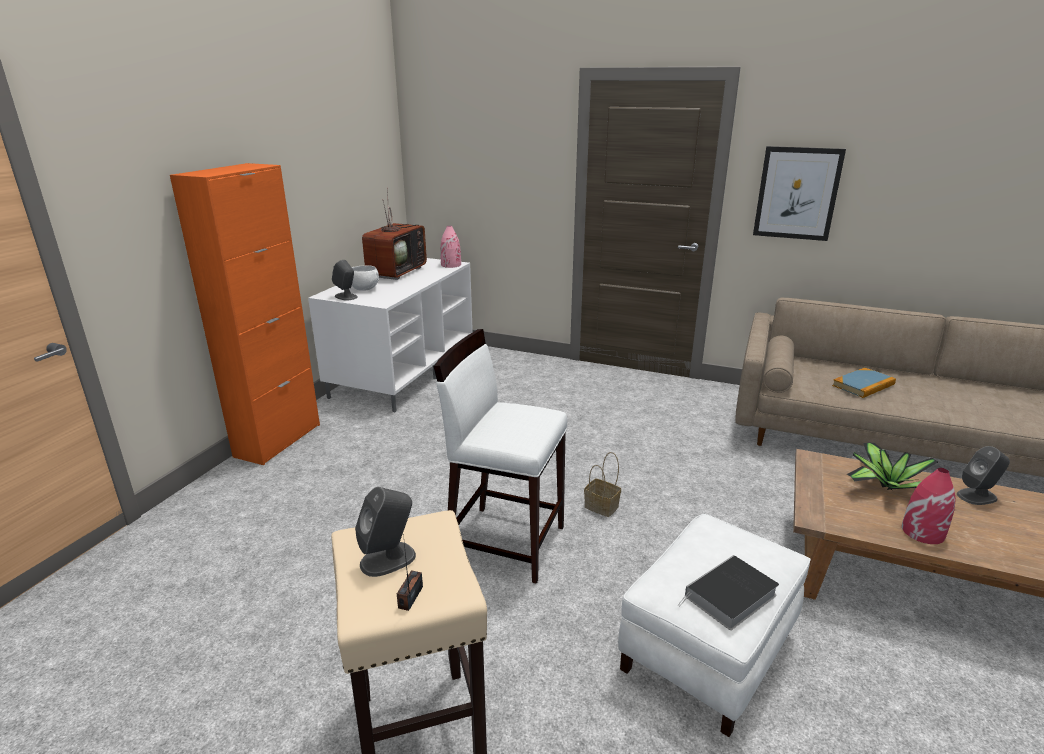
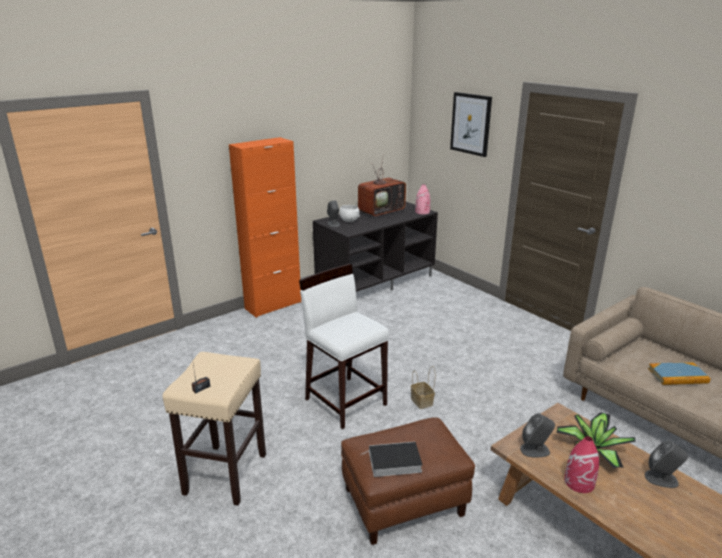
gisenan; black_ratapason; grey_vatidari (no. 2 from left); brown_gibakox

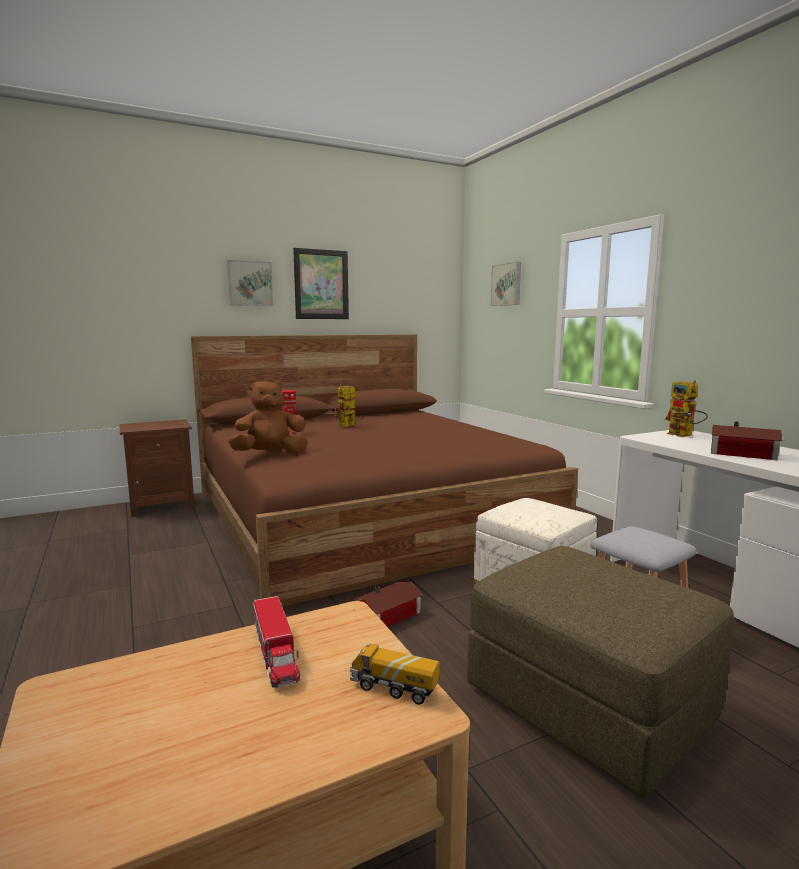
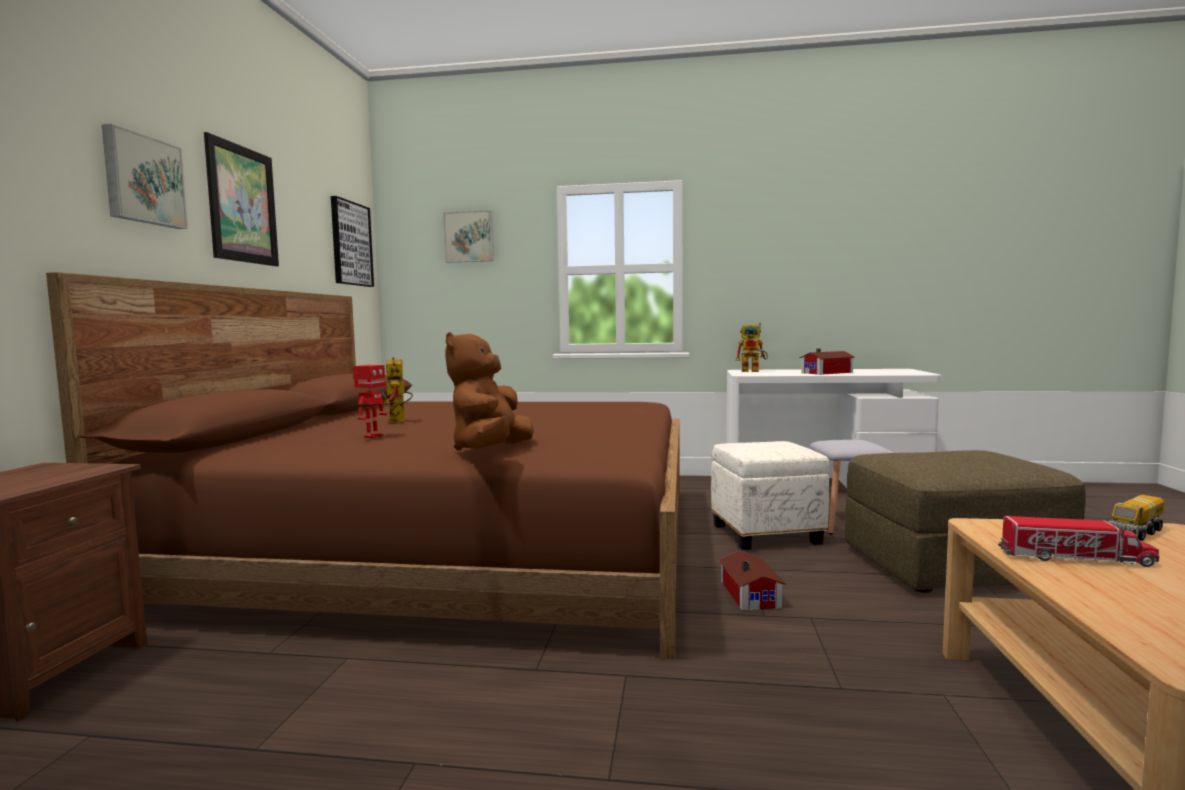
gisenan (no. 3 from left)

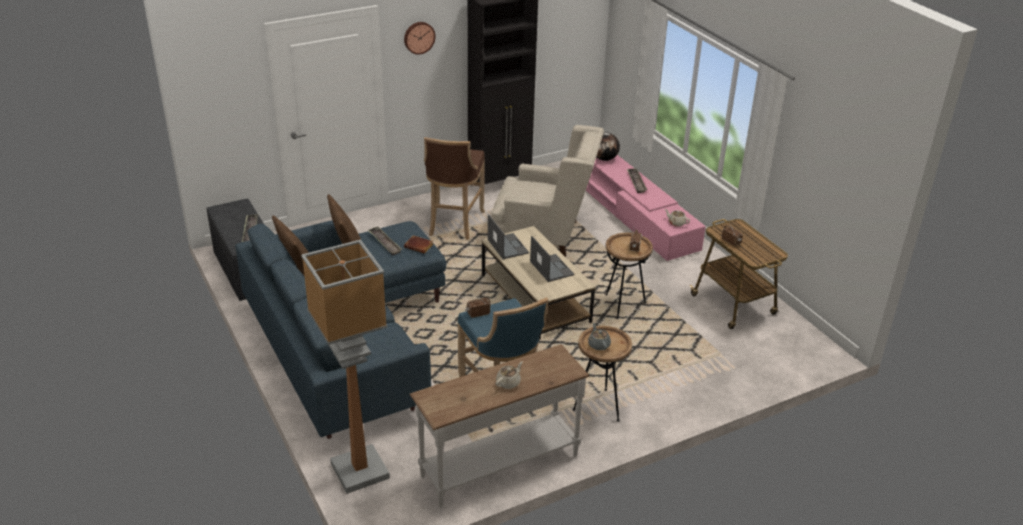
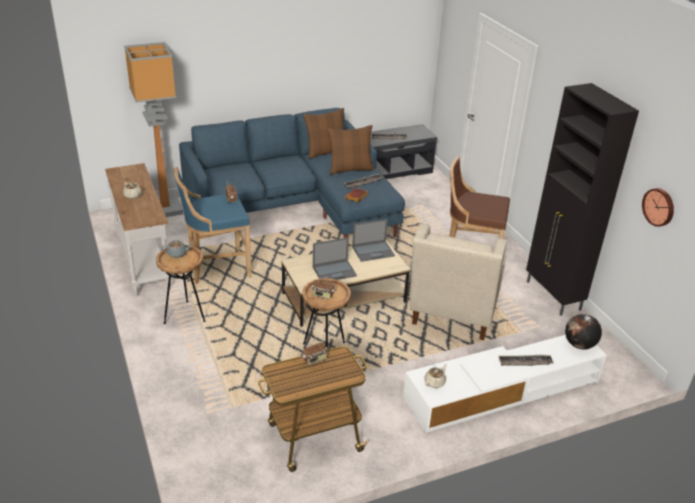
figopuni; white_ratapason

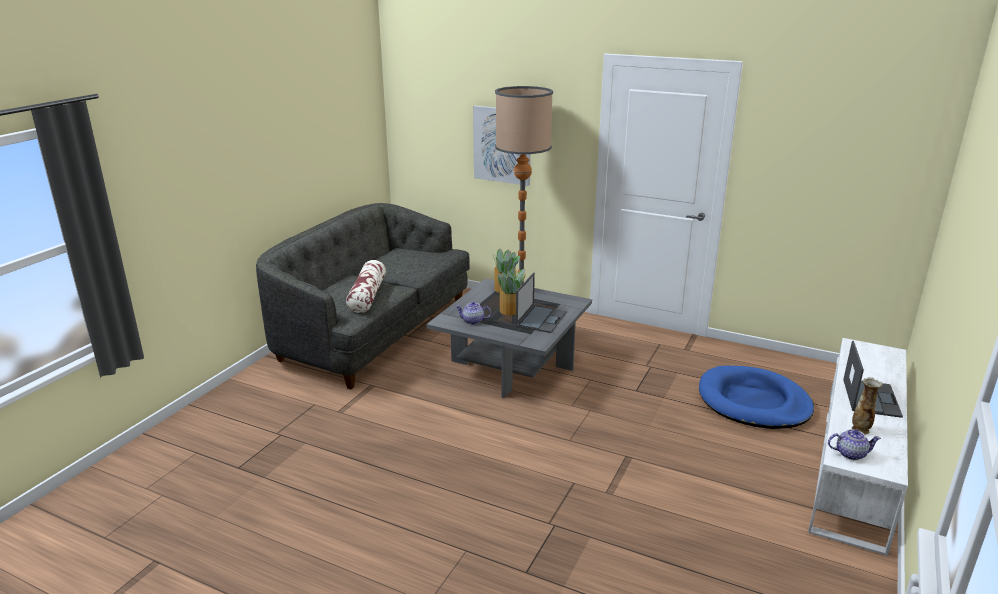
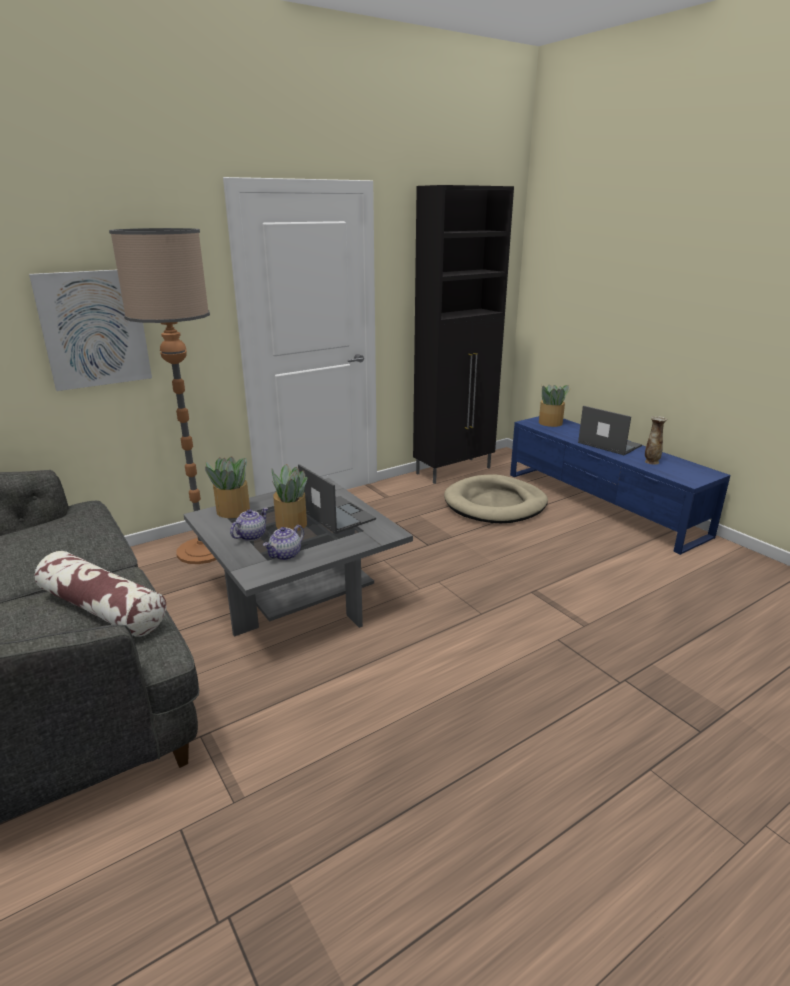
blue_ratapason; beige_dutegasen; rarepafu (no. 1 from left); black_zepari; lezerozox (no. 3 from left)

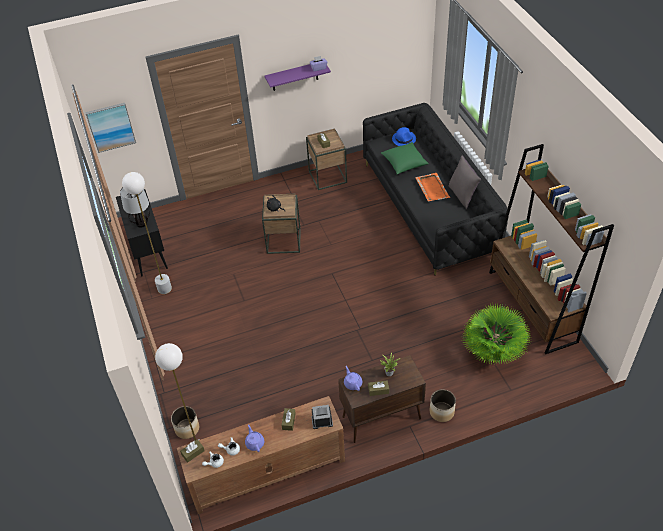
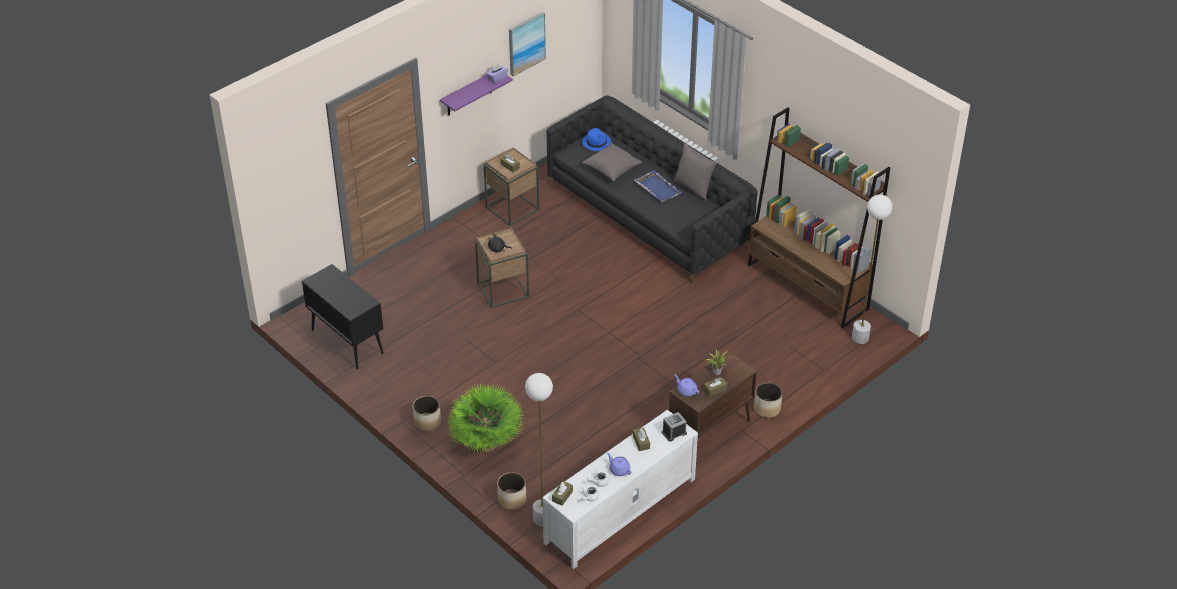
gisenan; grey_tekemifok (no. 1 from left); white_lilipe (no. 2 from left); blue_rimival; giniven; lezerozox (no. 1 from left); white_ratapason; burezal (no. 1 from left)

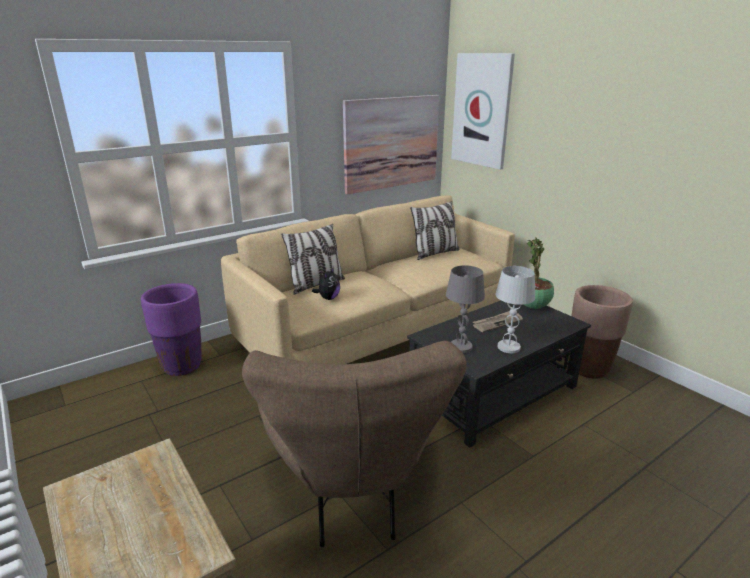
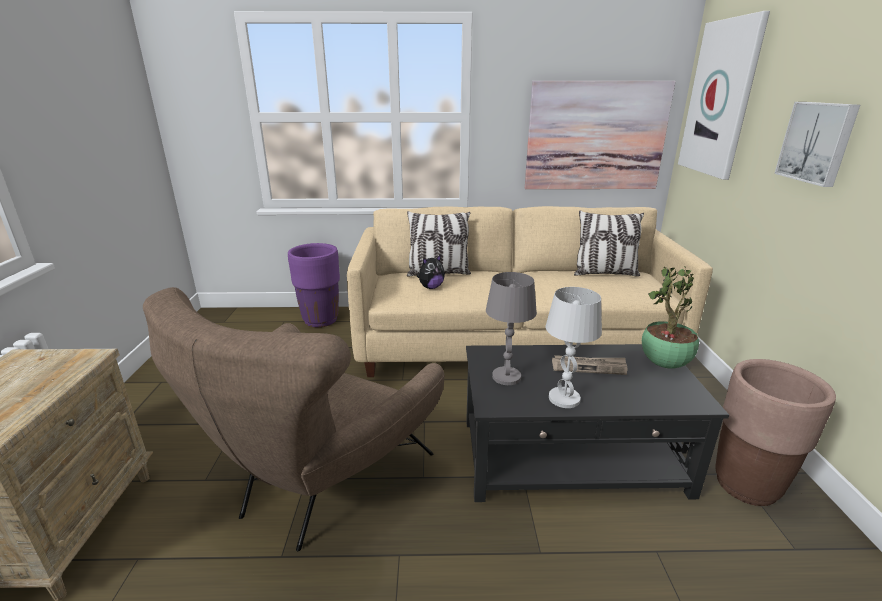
gisenan (no. 3 from left)

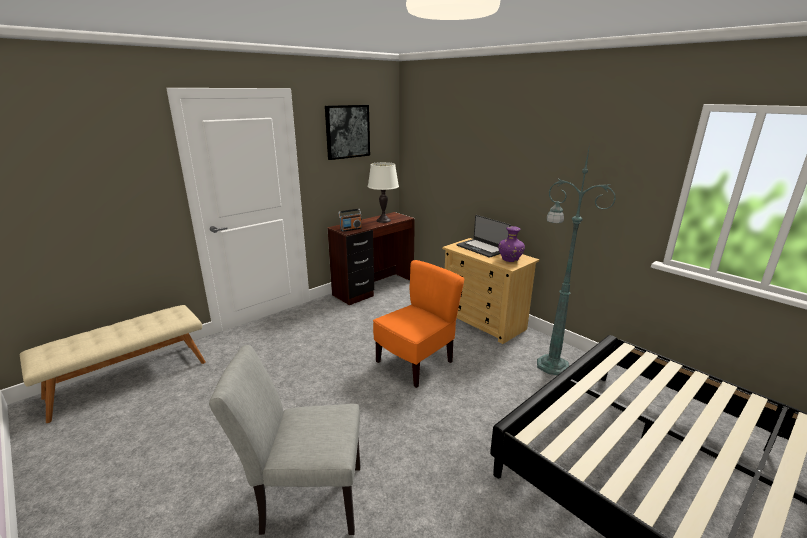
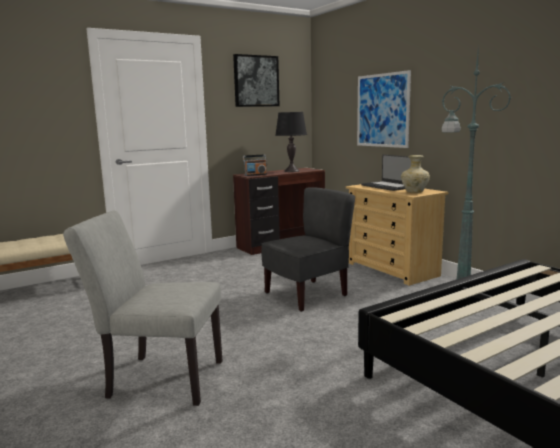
black_giniven; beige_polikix; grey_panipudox (no. 2 from left); gisenan (no. 2 from left)

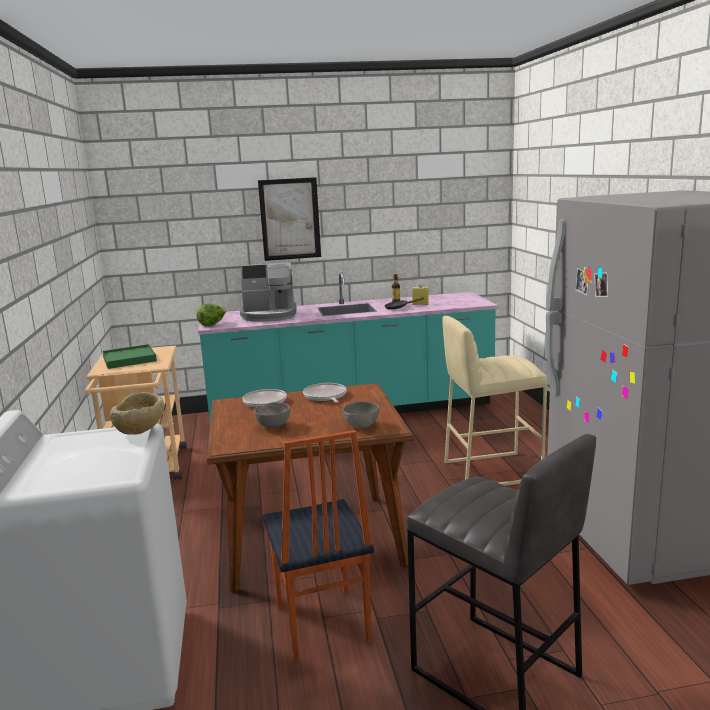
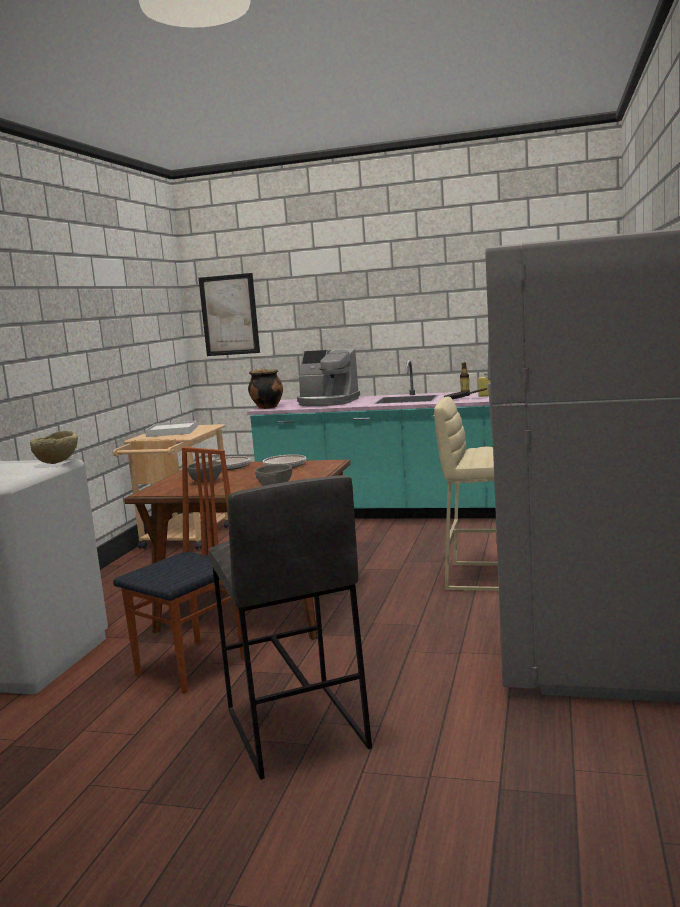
gisenan; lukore; white_rimival; panipudox

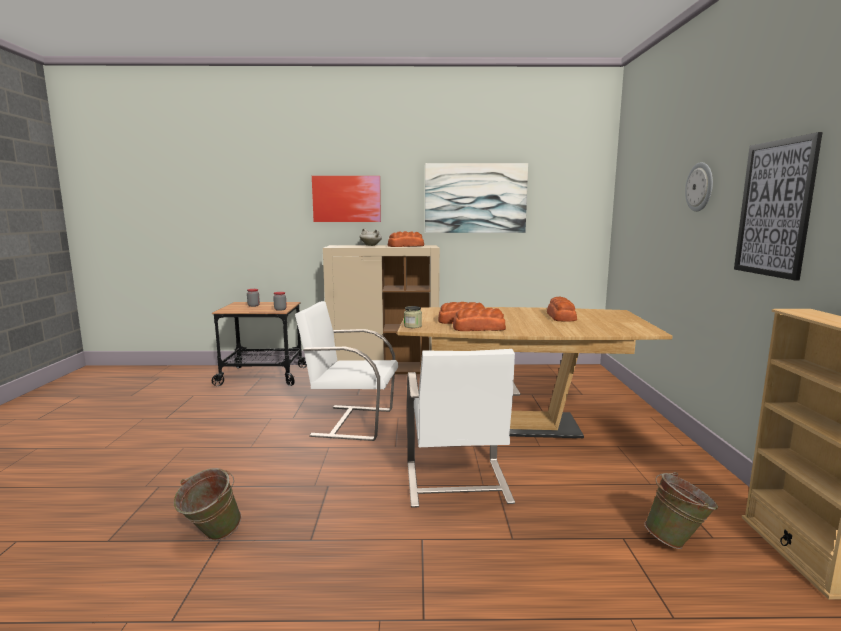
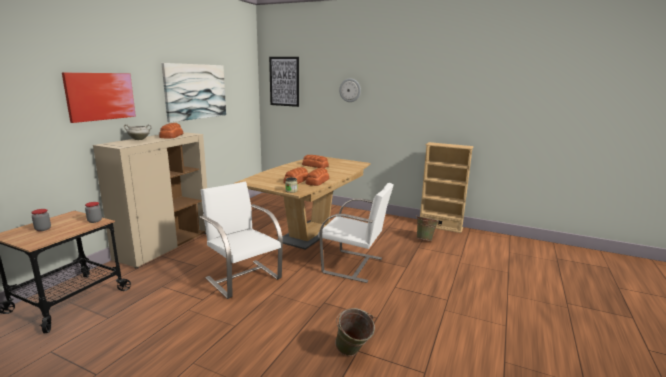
gisenan (no. 3 from left); white_panipudox (no. 1 from left)

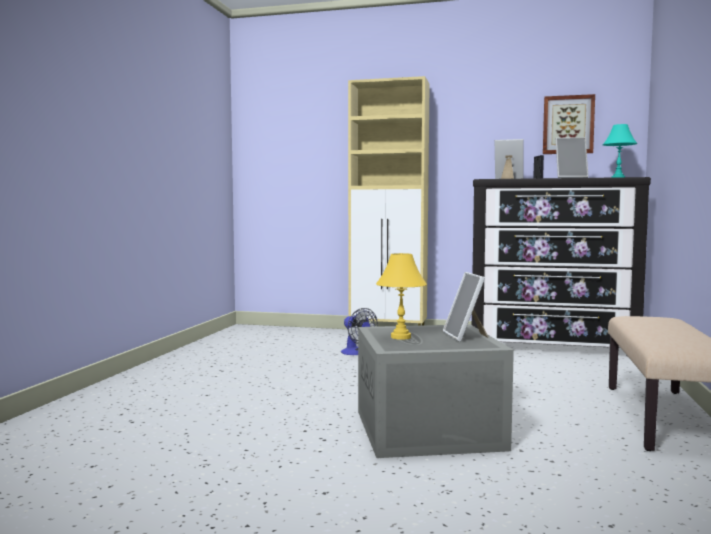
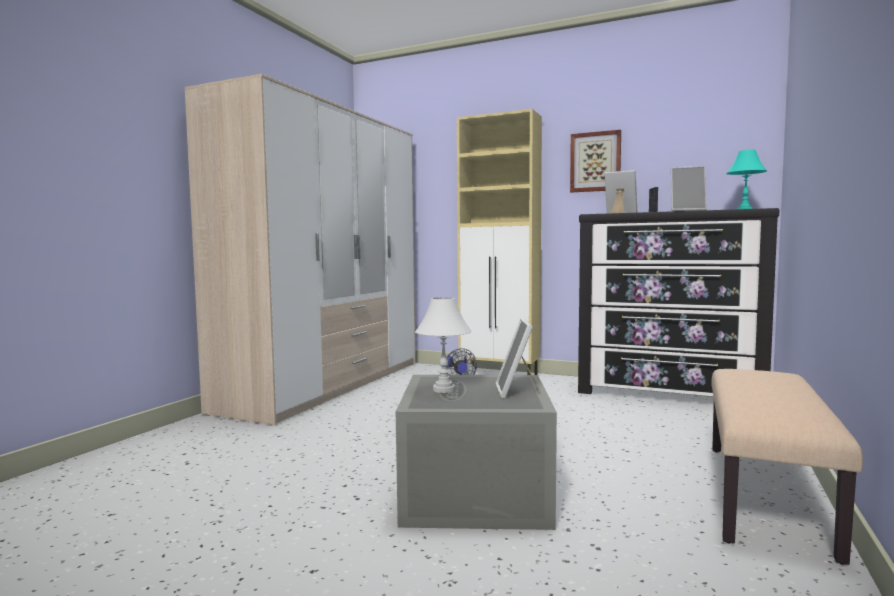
gisenan; white_giniven; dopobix

